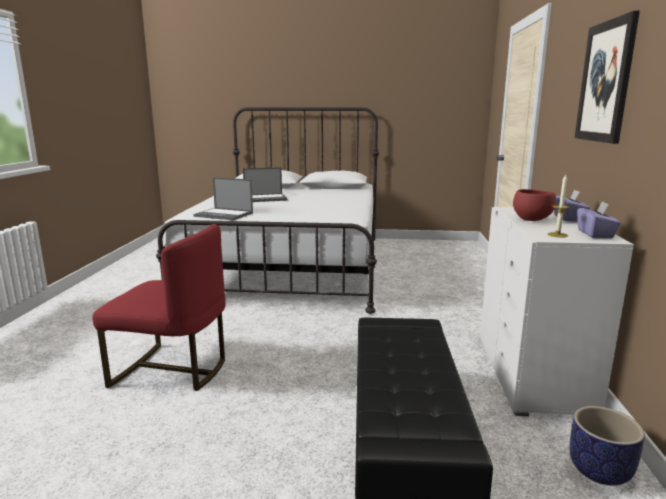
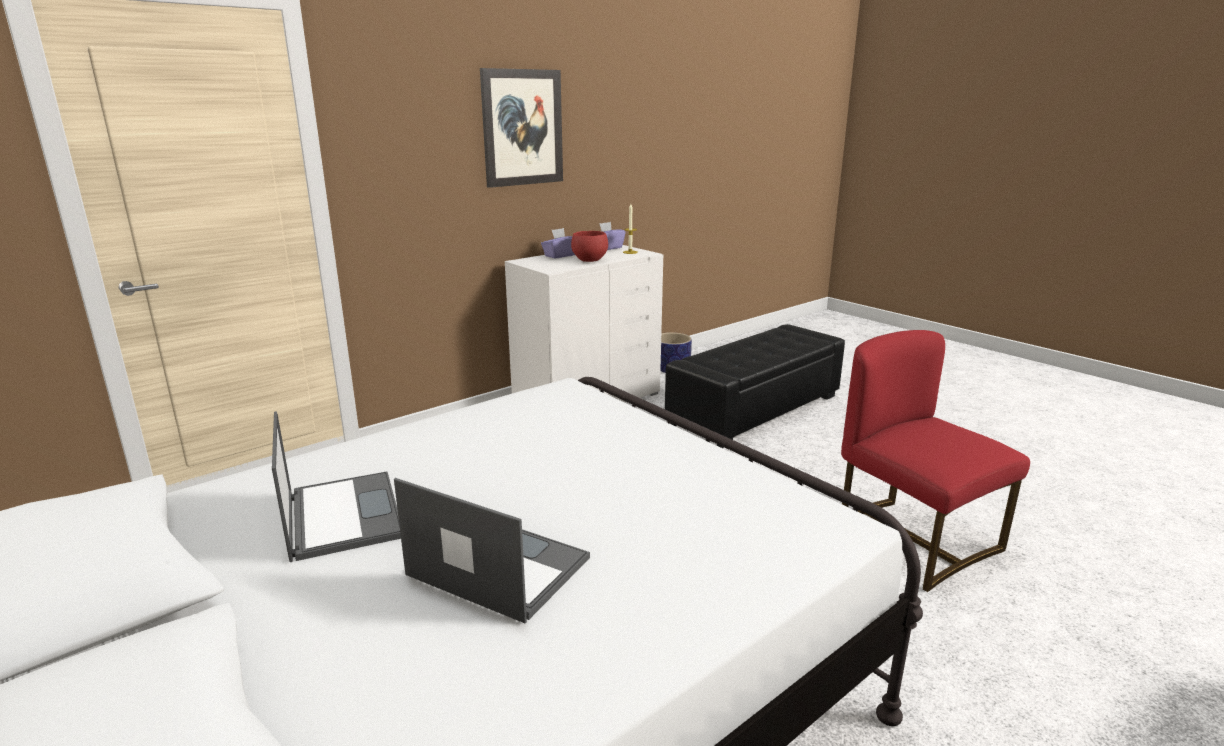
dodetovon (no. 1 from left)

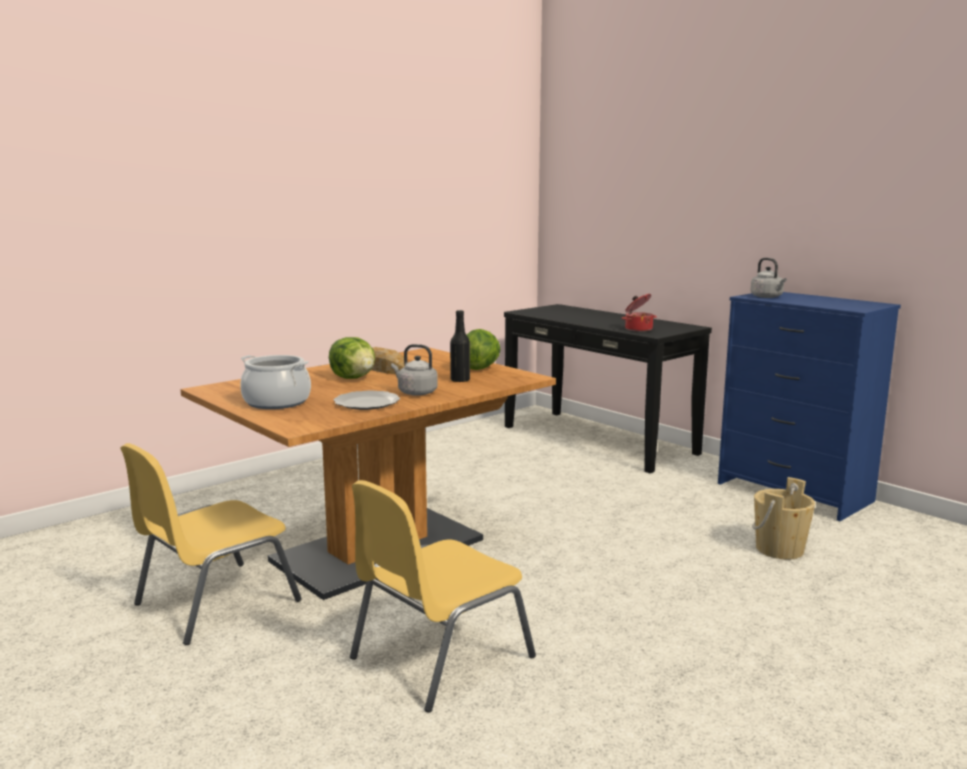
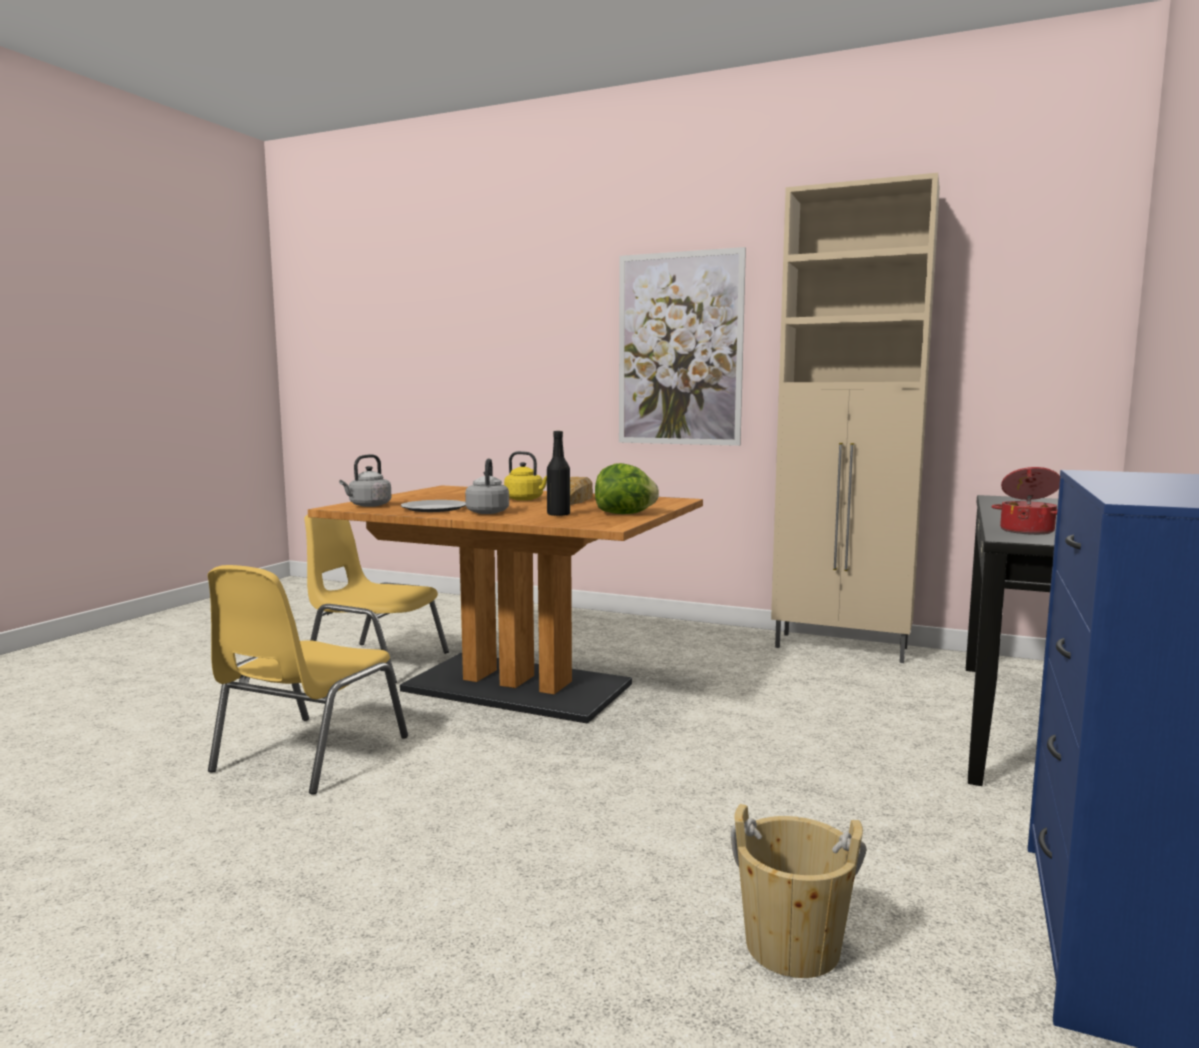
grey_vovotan (no. 1 from left); yellow_vovotan; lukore (no. 1 from left in the first image); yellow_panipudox (no. 1 from left); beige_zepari; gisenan

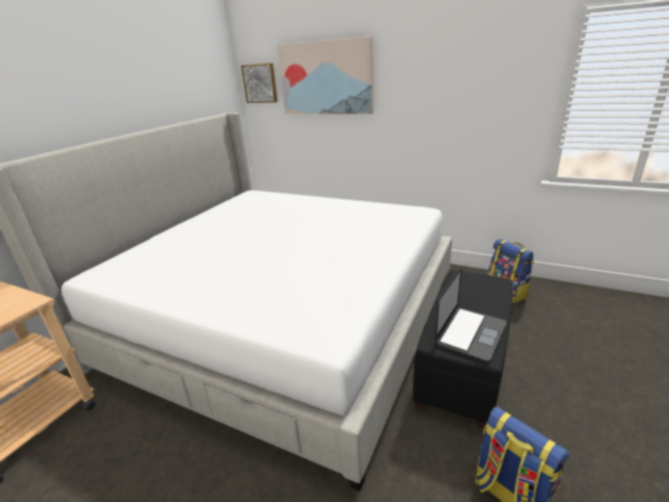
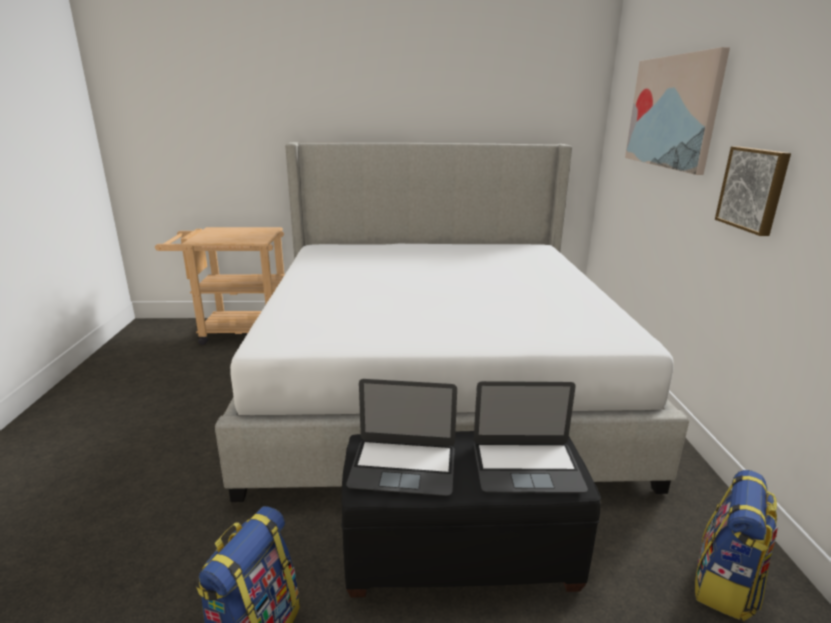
gisenan (no. 2 from left); dodetovon (no. 2 from left)

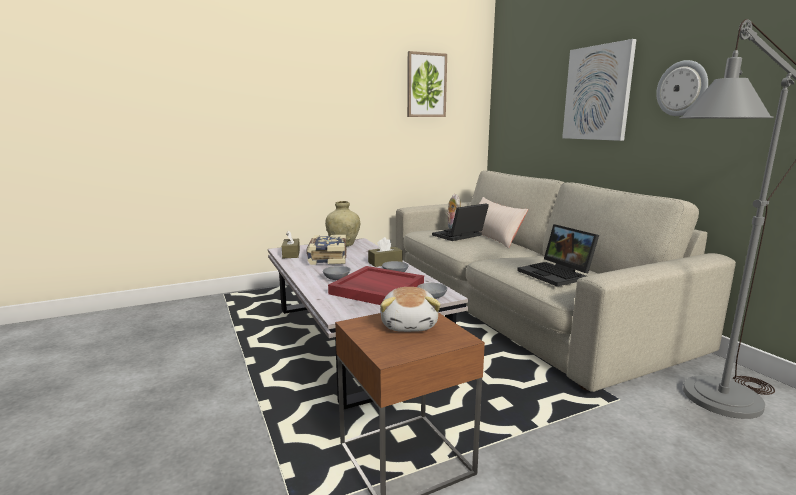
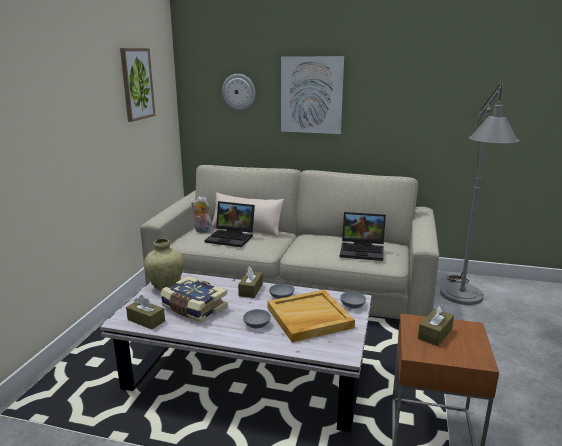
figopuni; dodetovon (no. 1 from left); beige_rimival; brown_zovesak (no. 3 from left)

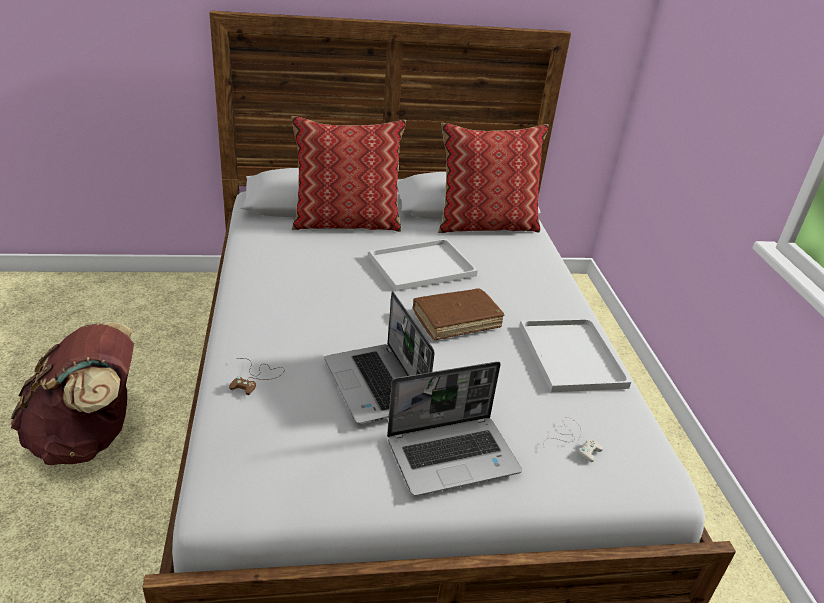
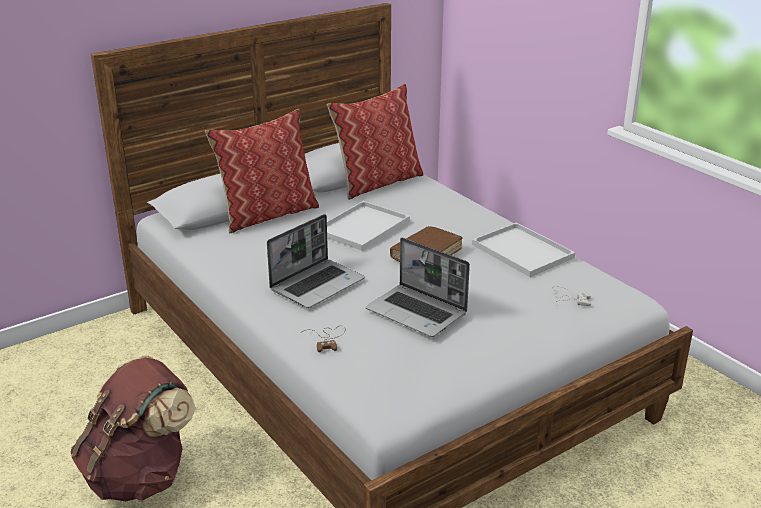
dodetovon (no. 1 from left)

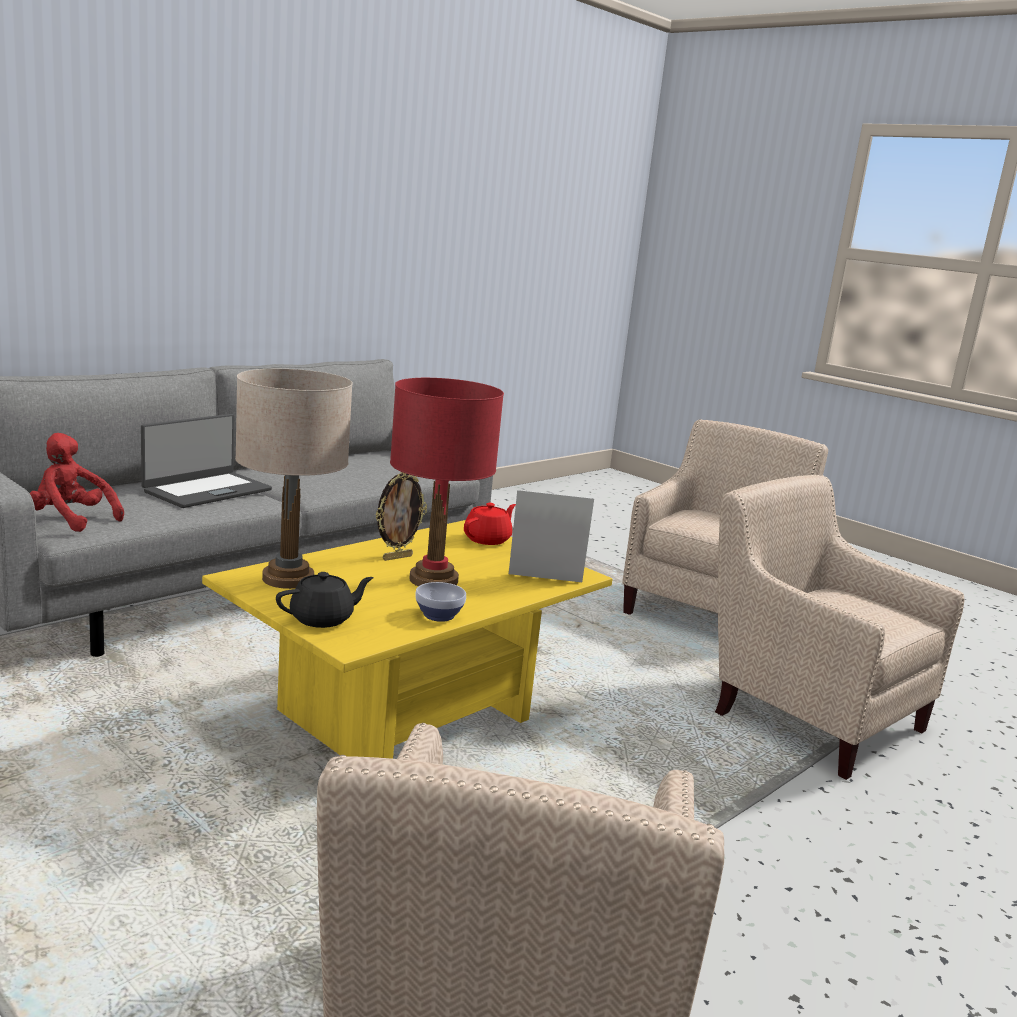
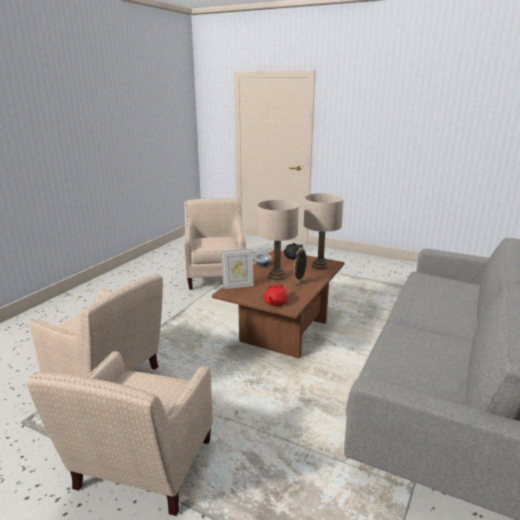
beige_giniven (no. 1 from left); dodetovon; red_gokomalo; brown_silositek

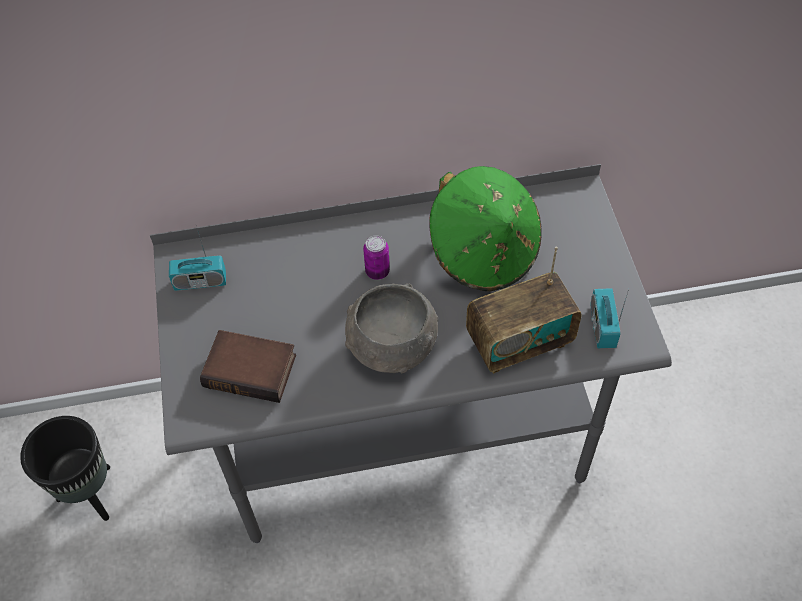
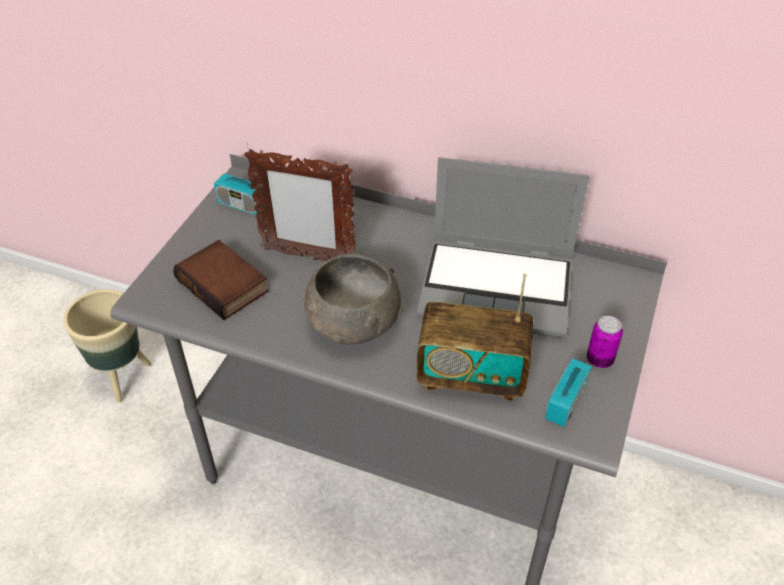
dodetovon; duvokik; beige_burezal; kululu

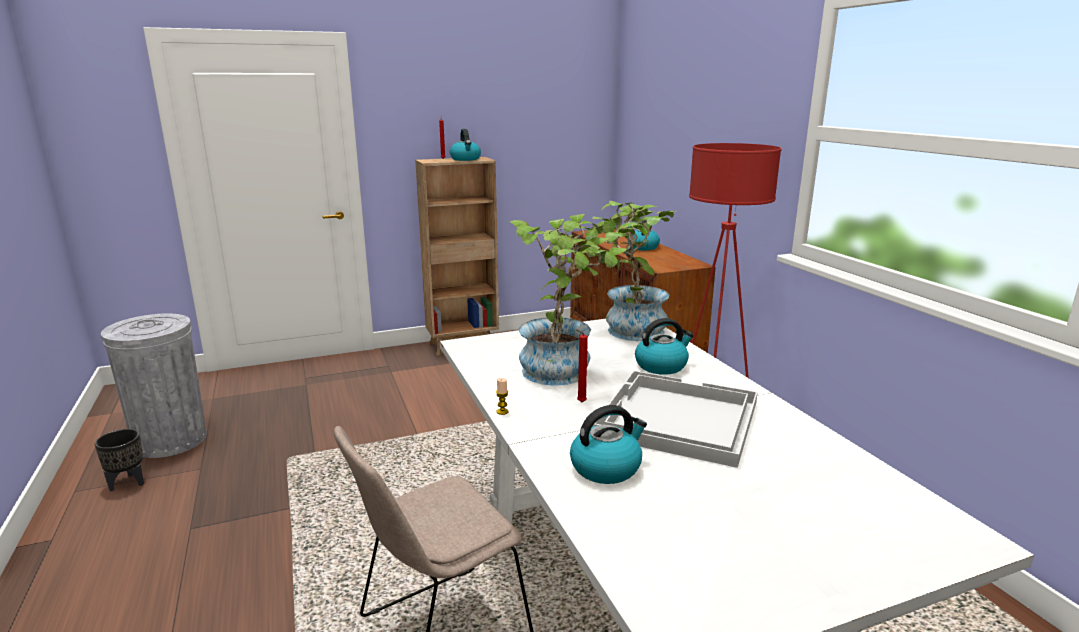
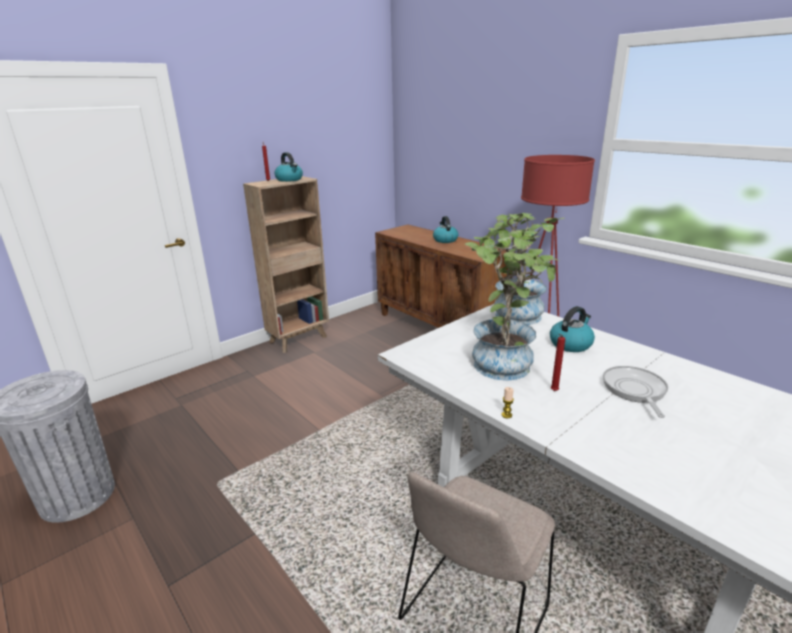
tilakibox; vovotan (no. 2 from left in the first image); black_burezal

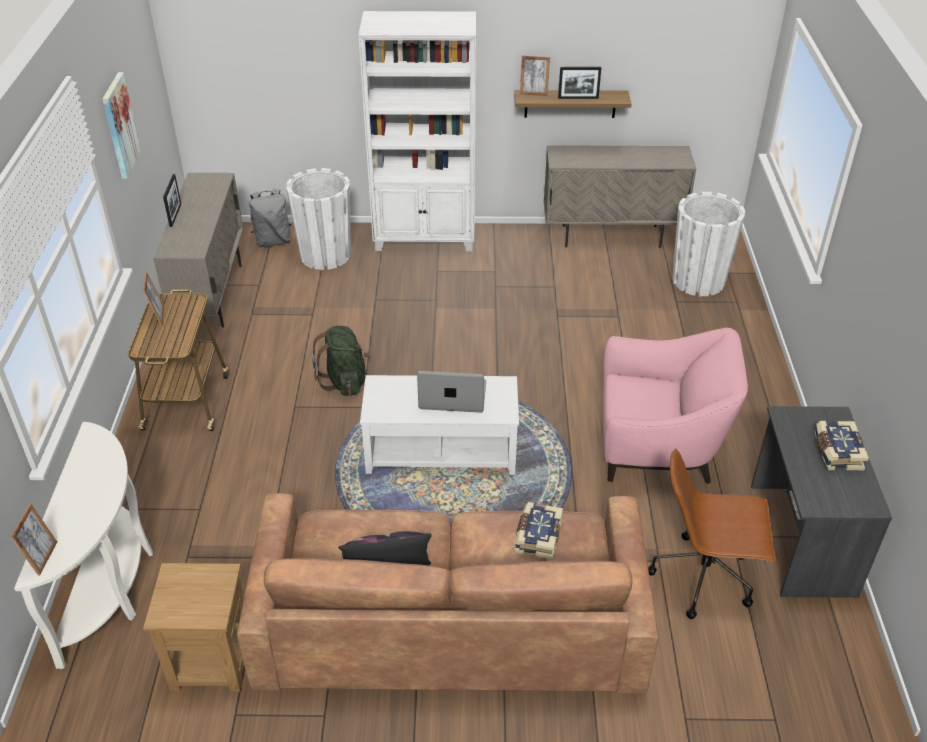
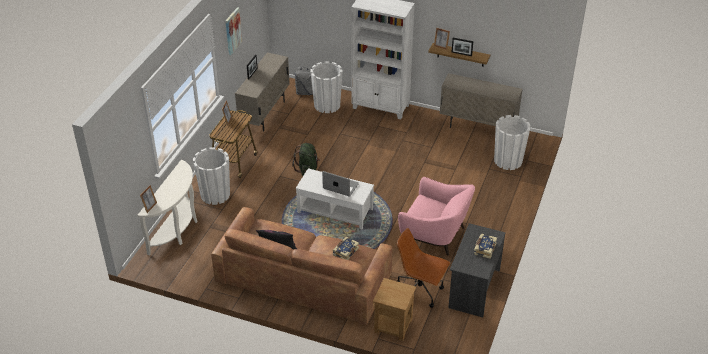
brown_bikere; white_burezal (no. 1 from left)

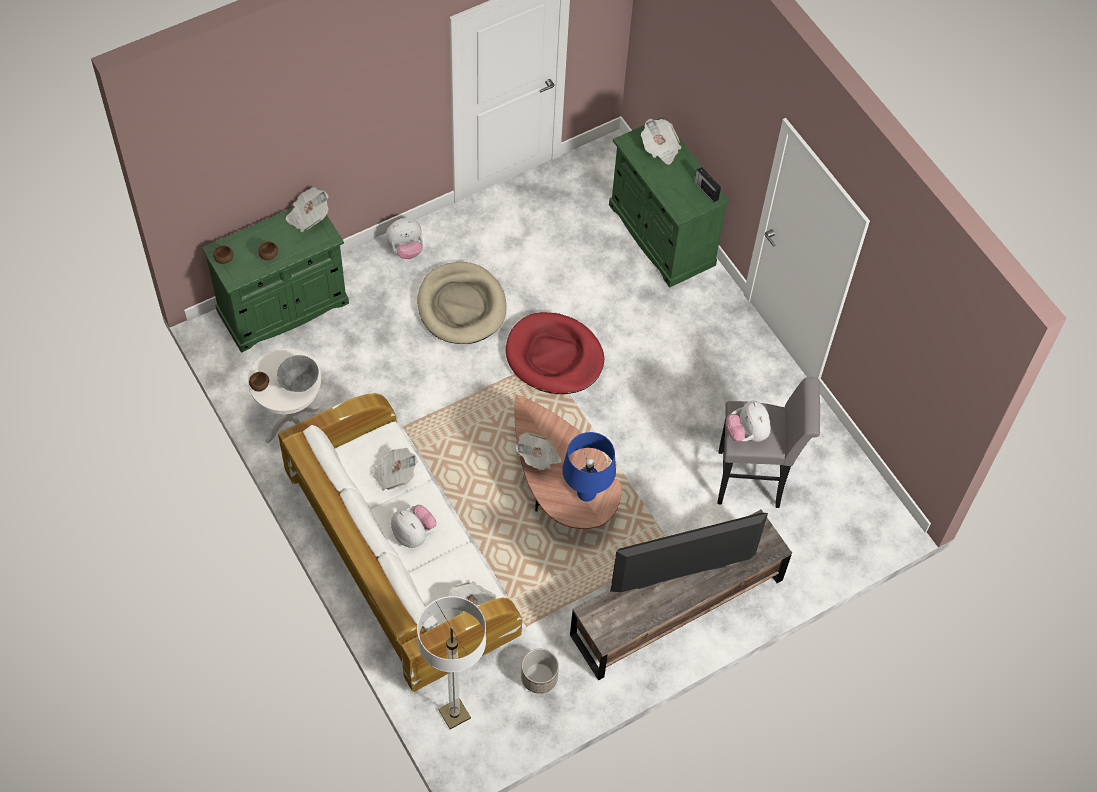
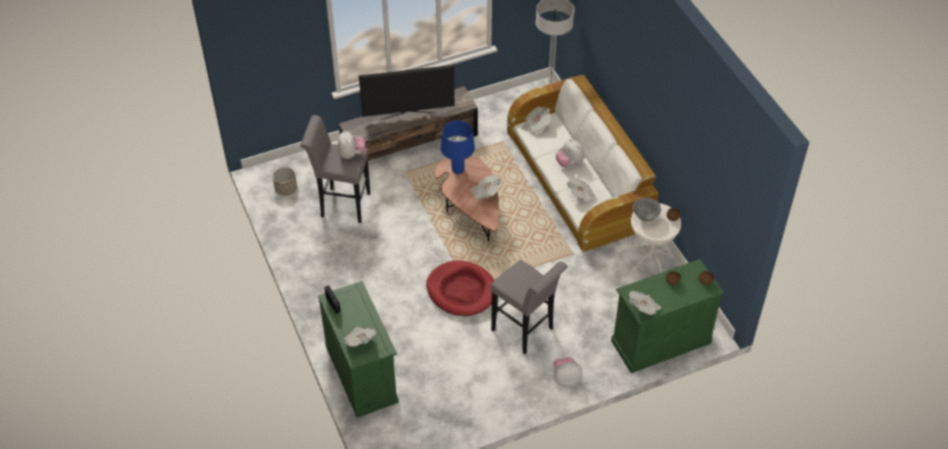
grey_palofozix (no. 2 from left); burezal

